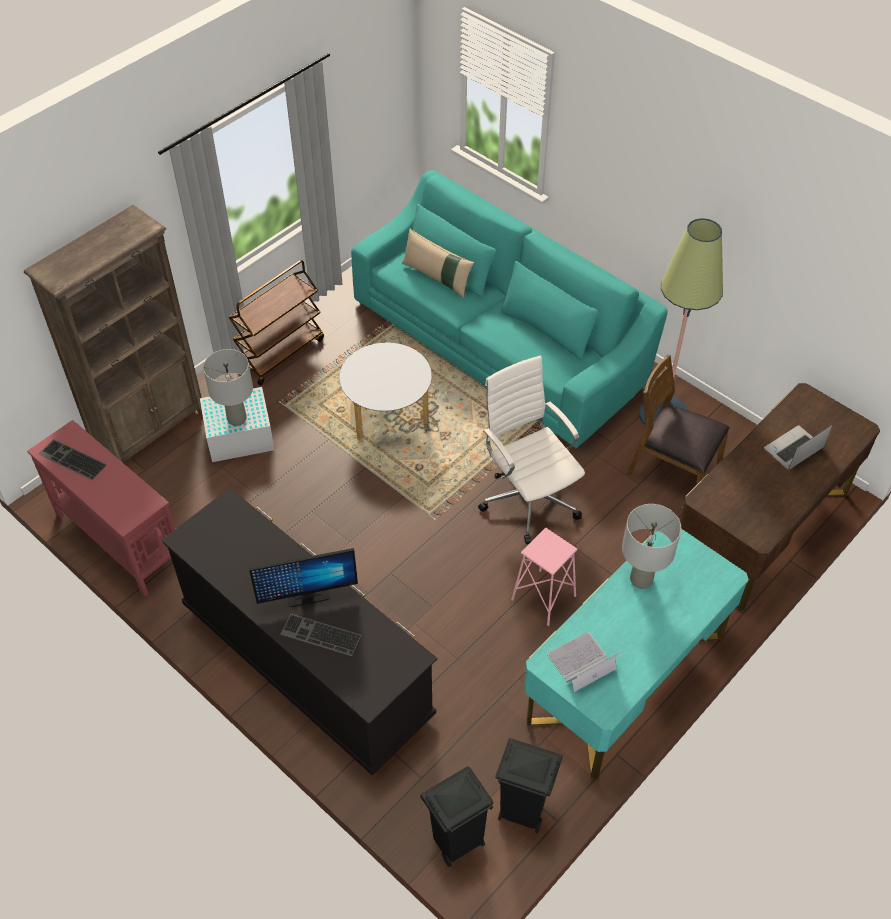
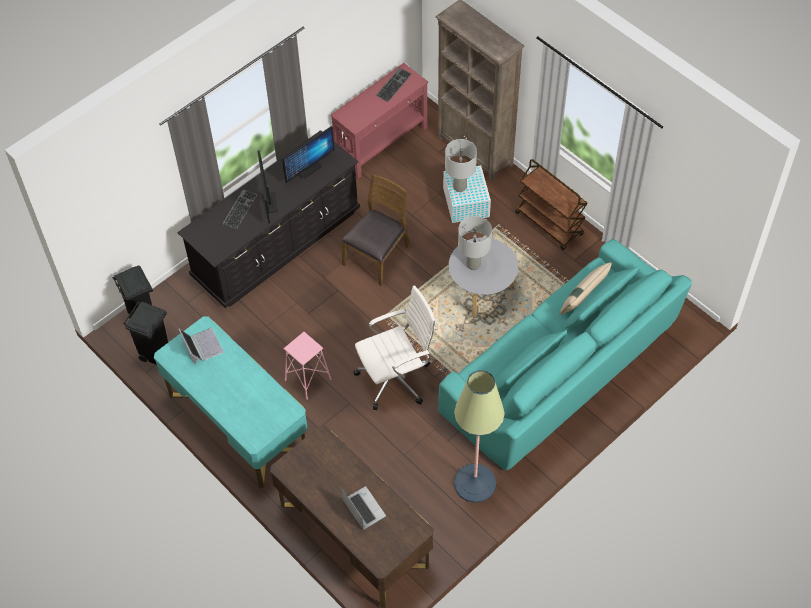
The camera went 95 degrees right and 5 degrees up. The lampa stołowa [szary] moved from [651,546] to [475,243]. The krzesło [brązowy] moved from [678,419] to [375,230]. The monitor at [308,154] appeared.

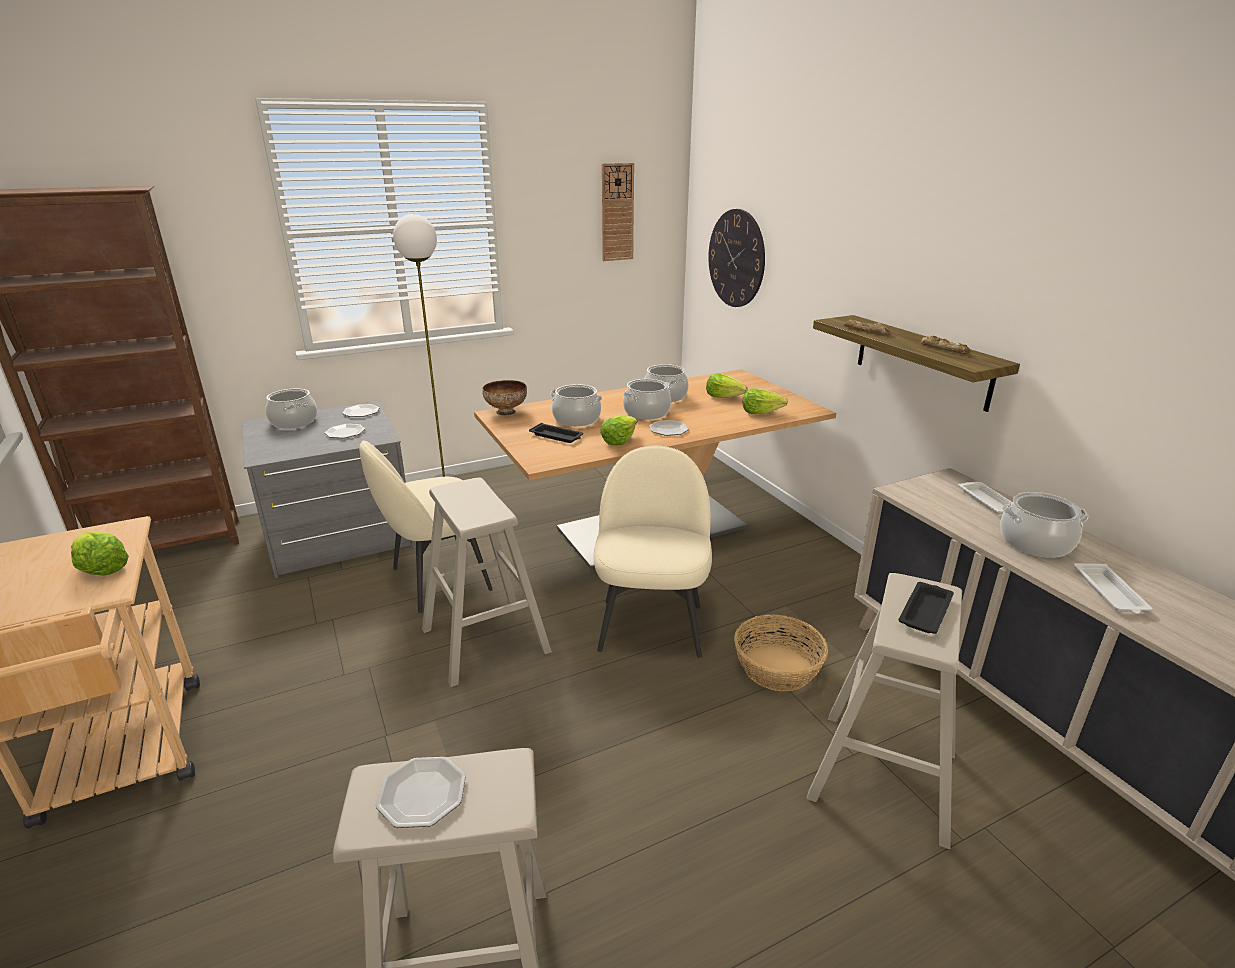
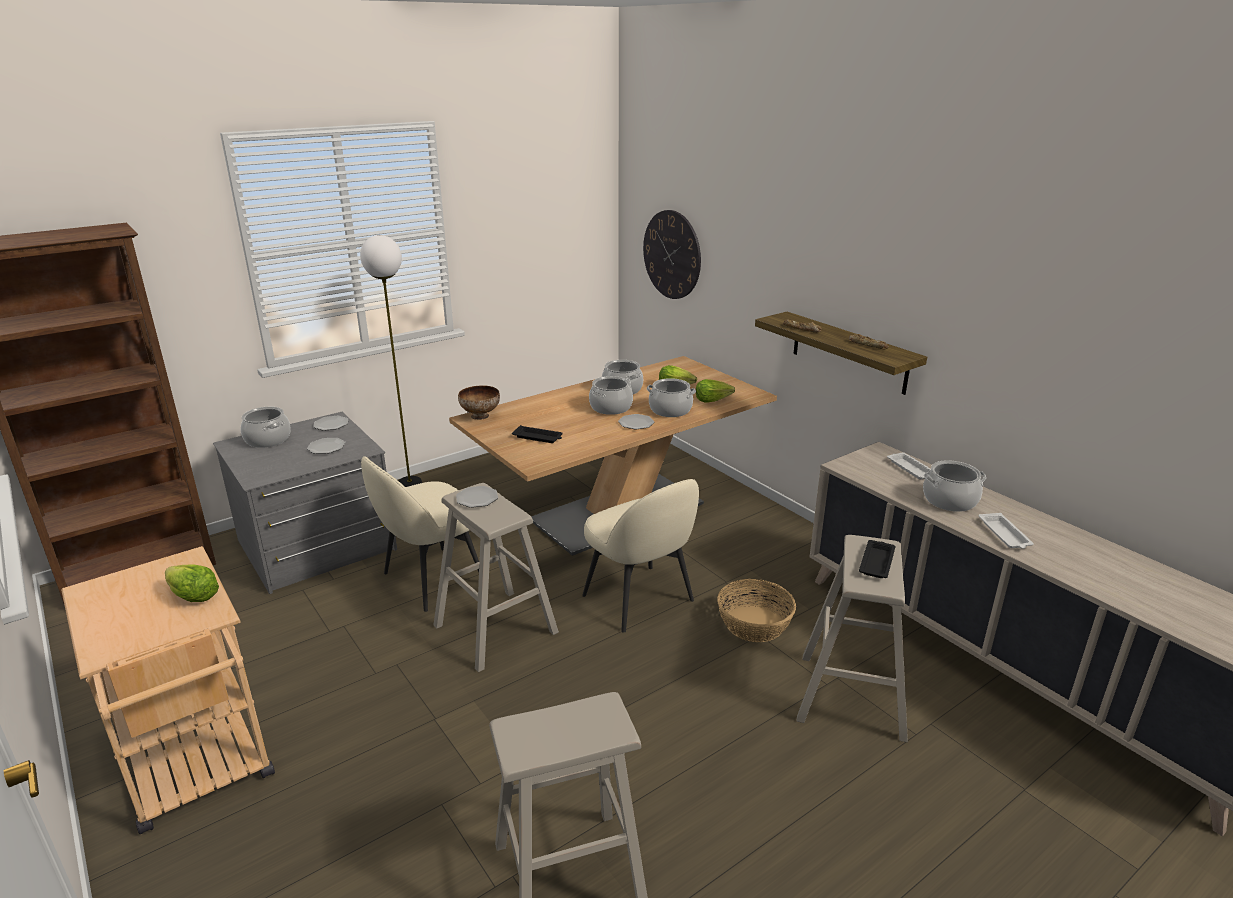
The camera went 10 degrees left and 0 degrees up. The talerz moved from [421,792] to [477,497]. The garnek moved from [576,405] to [671,397]. The krzesło [beżowy] at [652,552] turned 150 degrees clockwise. The sałata at [618,431] disappeared. The zegar ścienny at [618,212] disappeared.

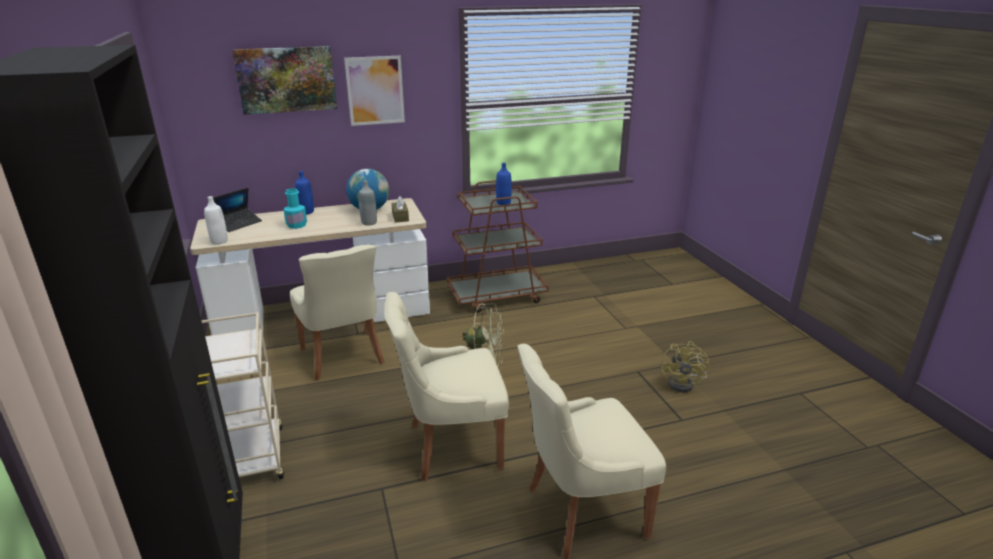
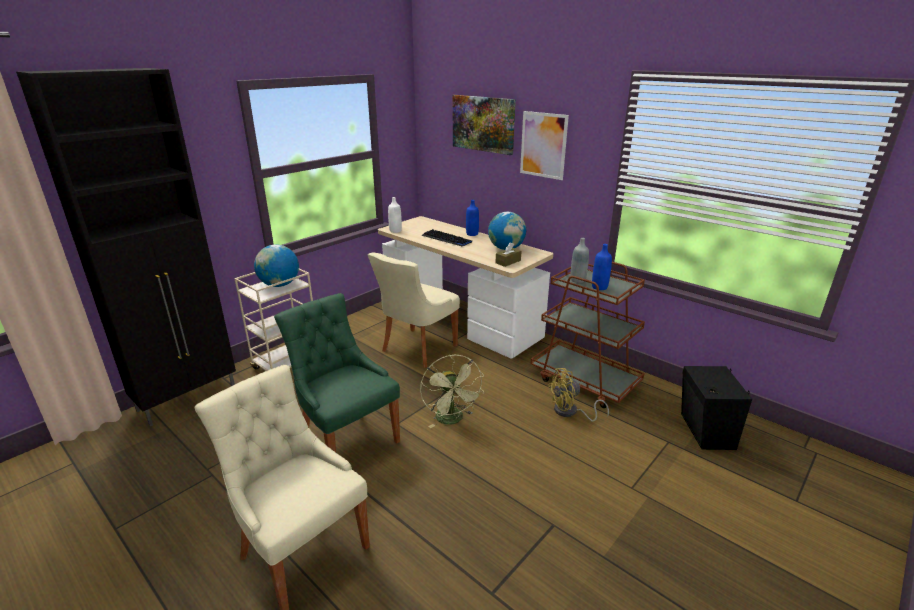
The camera went 60 degrees right and 0 degrees up. The laptop at [238,210] disappeared. The butelka [turkusowy] at [295,208] was replaced by the klawiatura at [446,237]. The butelka [szary] moved from [368,203] to [580,260]. The krzesło [beżowy] at [446,386] became the krzesło [zielony] at [337,372]. The wentylator [żółty] moved from [685,366] to [578,395]. The globus at [276,265] appeared. The głośnik [czarny] at [716,408] appeared.

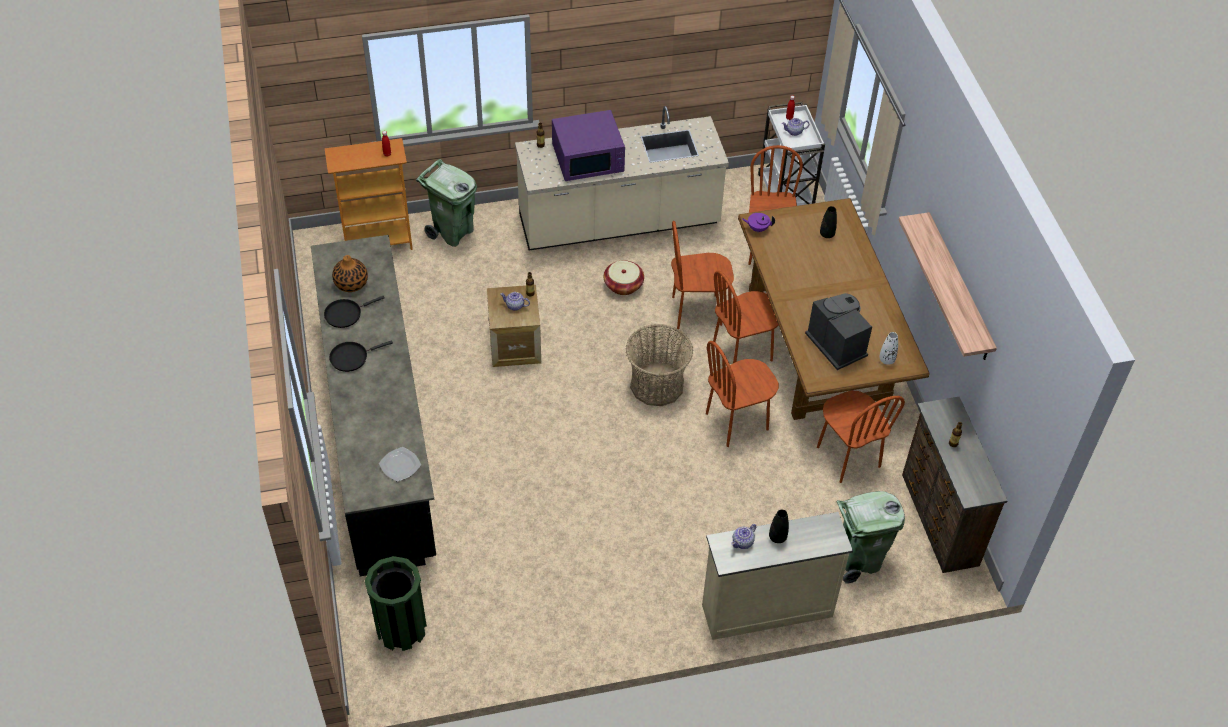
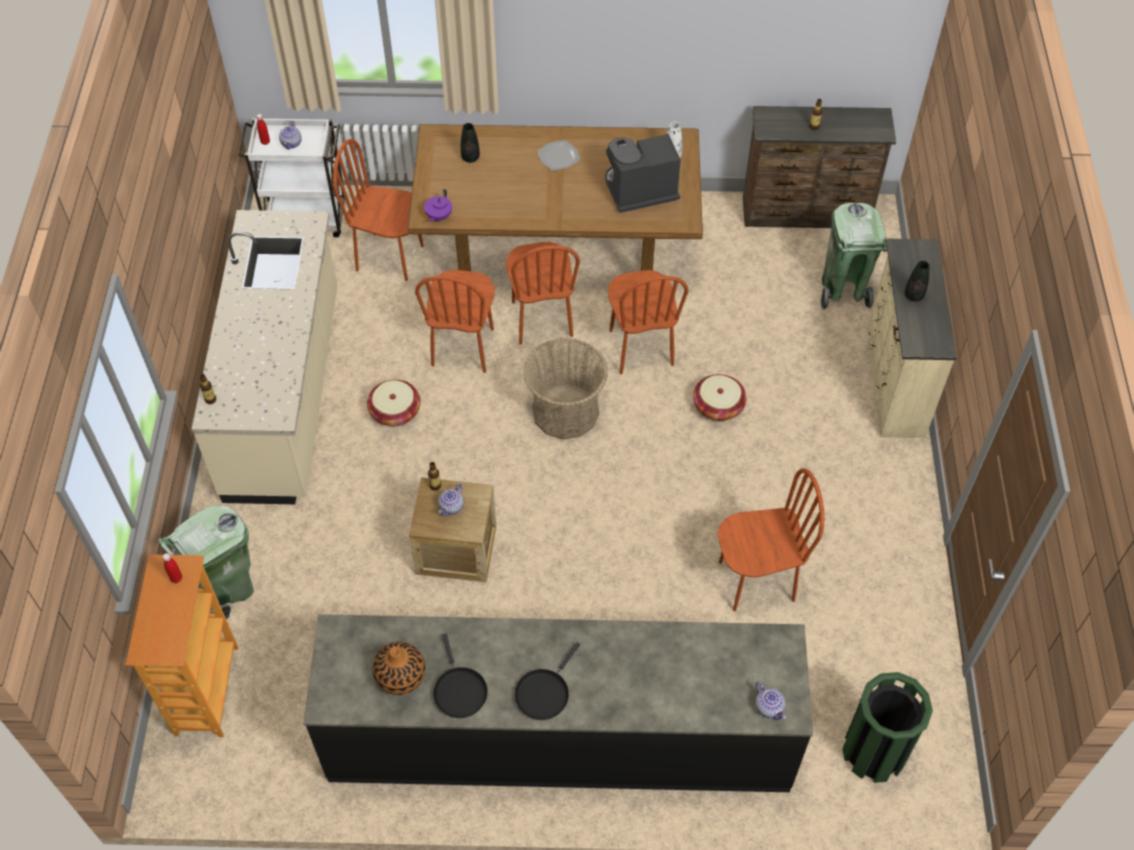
The camera went 75 degrees left and 5 degrees up. The patelnia [czarny] at [361,356] turned 45 degrees clockwise. The talerz moved from [400,464] to [559,155]. The mikrofalówka [fioletowy] at [588,145] disappeared. The imbryk moved from [744,536] to [771,701]. The krzesło [brązowy] moved from [861,436] to [771,539]. The półka at [948,286] disappeared. The koszyk at [720,397] appeared.

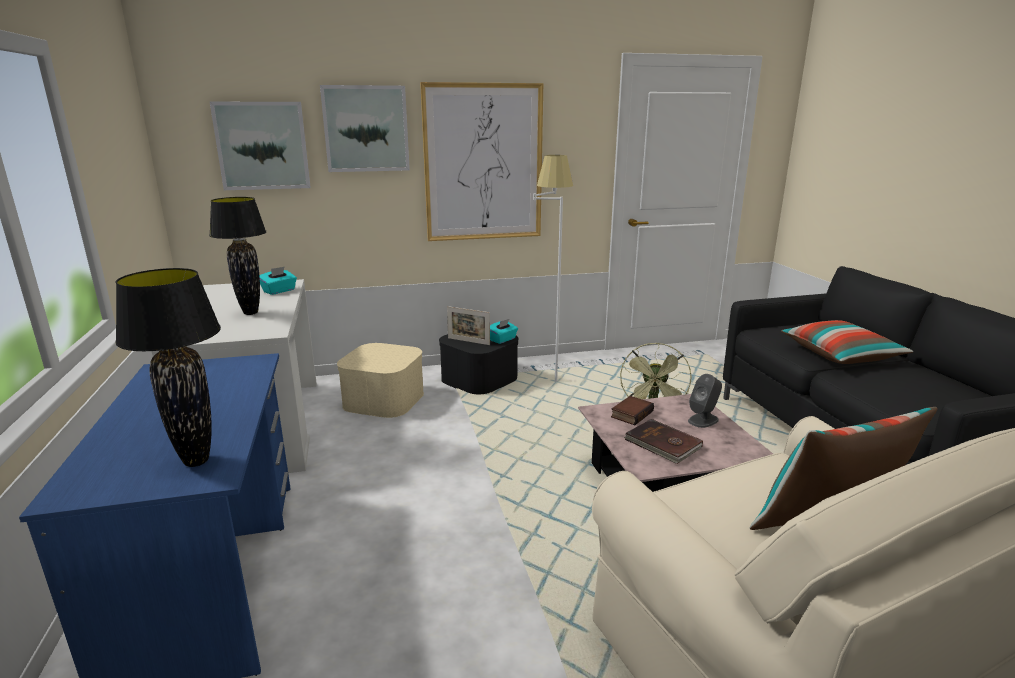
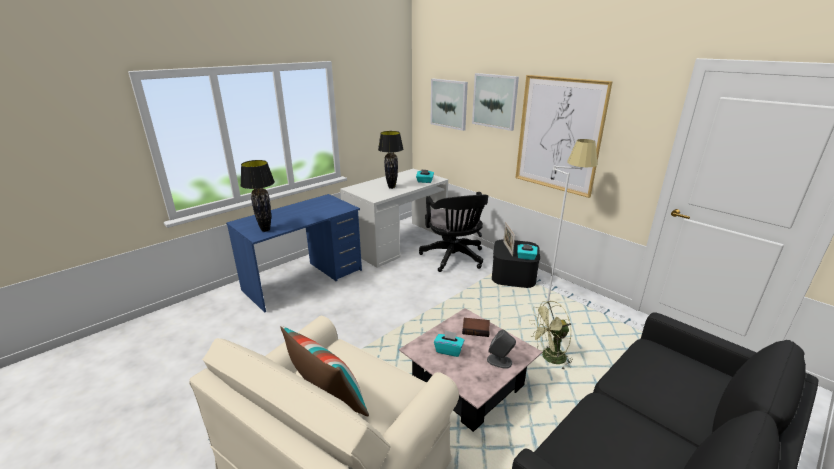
The camera went 60 degrees right and 5 degrees up. The pojemnik do przechowywania [beżowy] at [380,380] was replaced by the krzesło biurowe [czarny] at [453,232]. The książka [brązowy] at [663,441] was replaced by the pudełko chusteczek [turkusowy] at [449,343]. The poduszka at [847,342] disappeared.

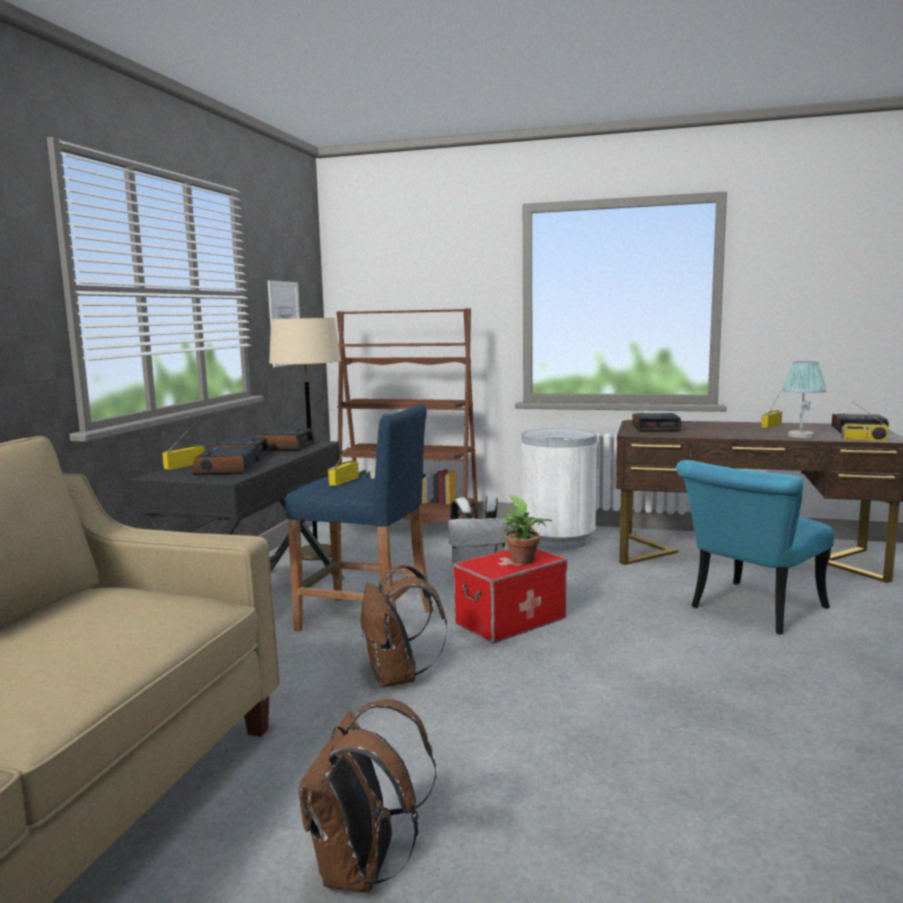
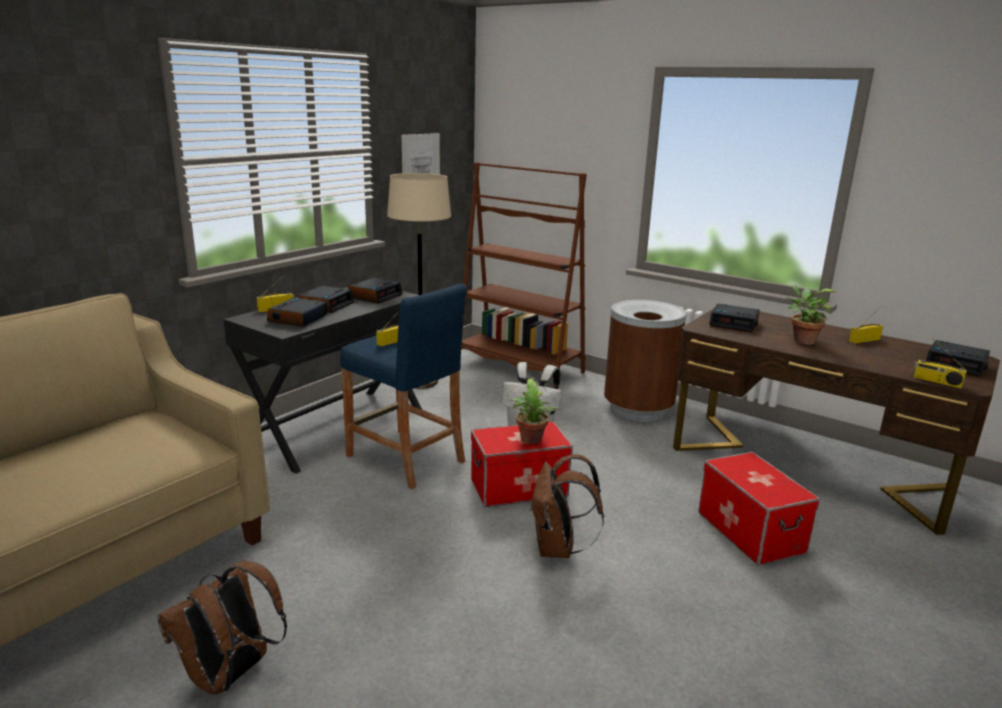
The camera went 20 degrees right and 10 degrees up. The plecak [brązowy] moved from [404,626] to [567,506]. The kosz na śmieci [biały] at [559,489] became the kosz na śmieci [brązowy] at [645,361]. The krzesło [turkusowy] at [755,547] was replaced by the pojemnik do przechowywania at [759,508]. The lampa stołowa at [804,399] disappeared. The roślina doniczkowa at [811,315] appeared.

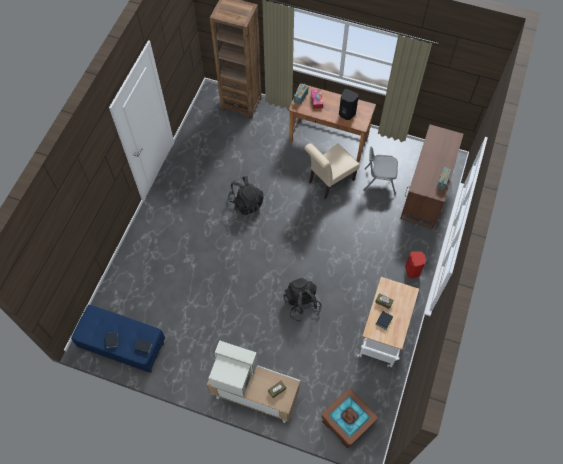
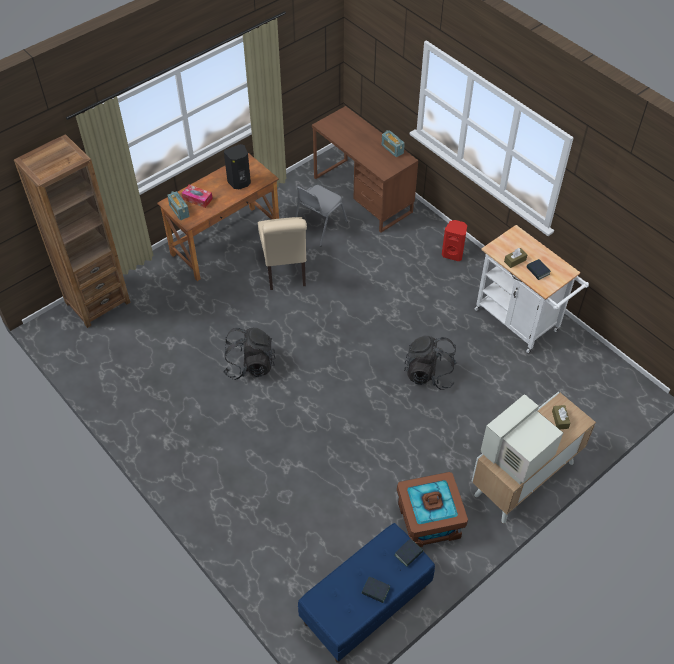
The camera went 60 degrees left and 10 degrees down. The pojemnik do przechowywania [brązowy] moved from [350,418] to [432,509].

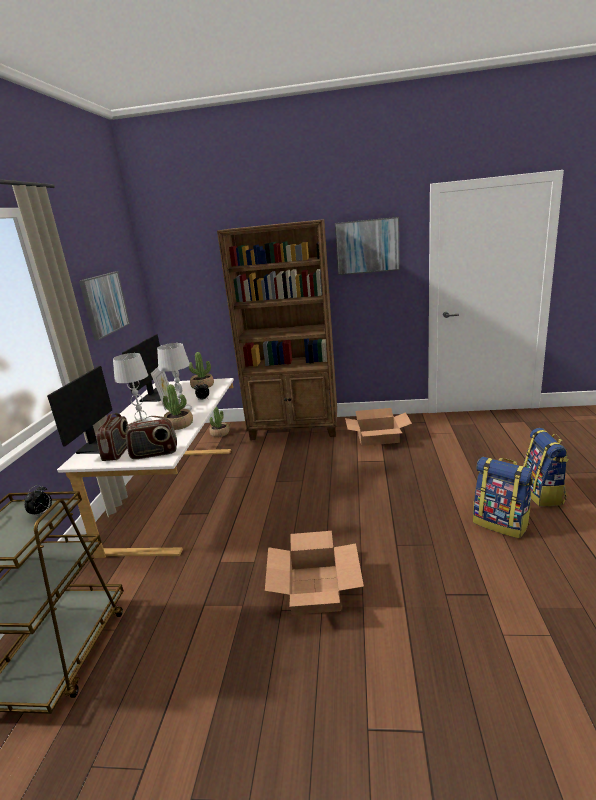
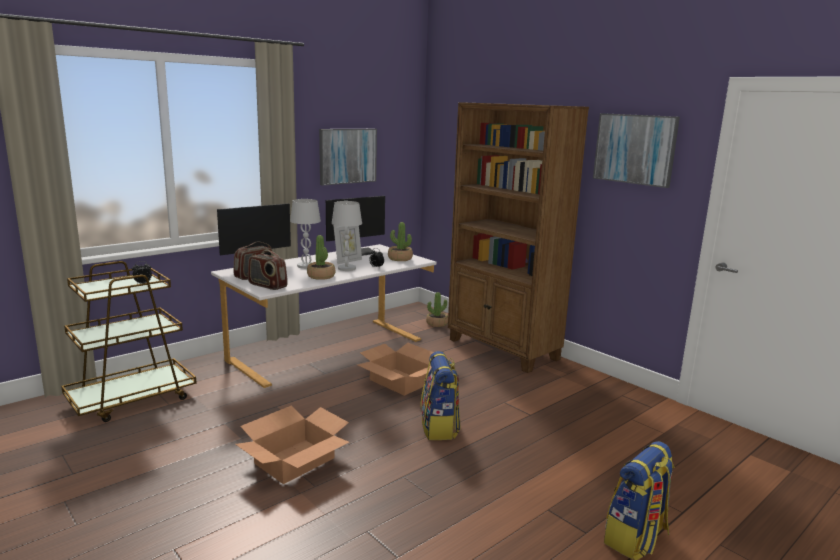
The camera went 40 degrees right and 5 degrees down. The karton moved from [378,427] to [396,369]. The plecak moved from [503,497] to [440,395].

